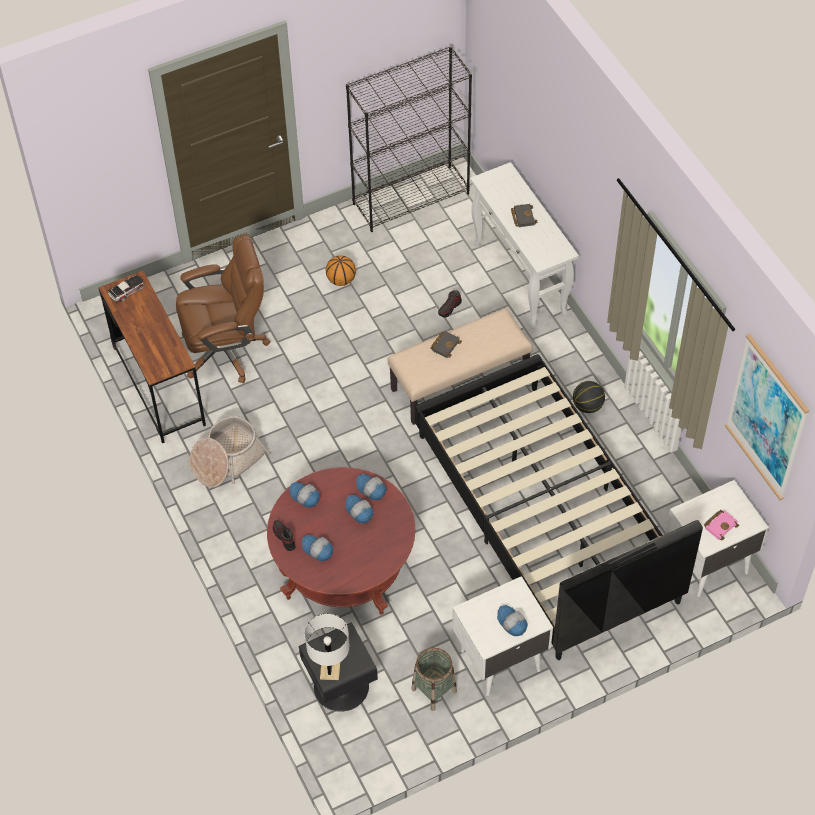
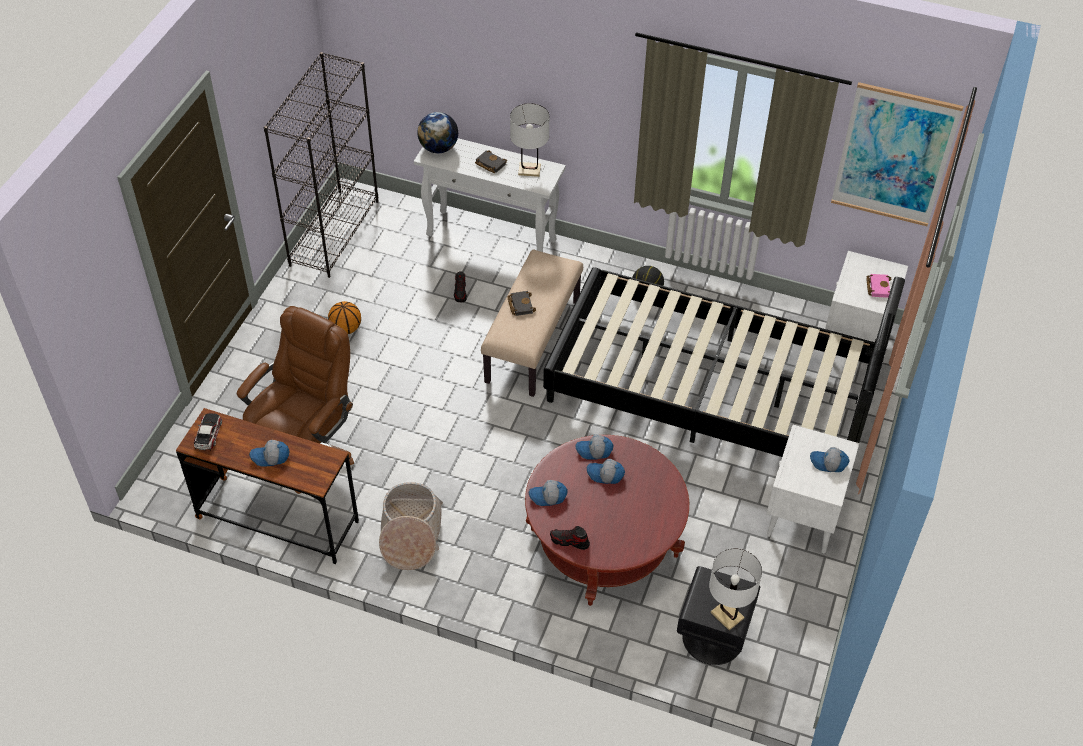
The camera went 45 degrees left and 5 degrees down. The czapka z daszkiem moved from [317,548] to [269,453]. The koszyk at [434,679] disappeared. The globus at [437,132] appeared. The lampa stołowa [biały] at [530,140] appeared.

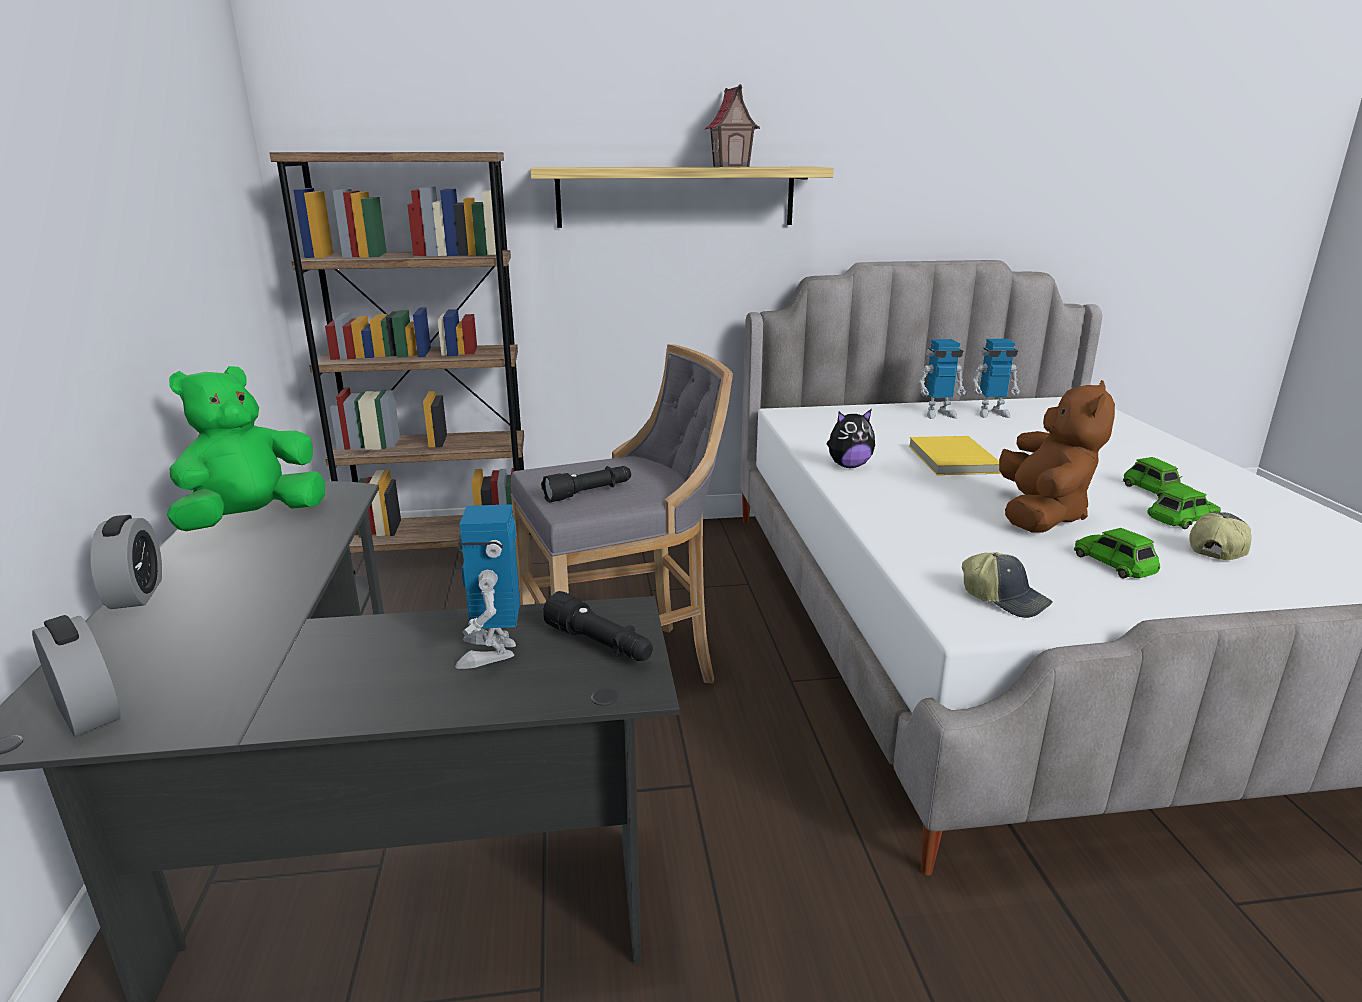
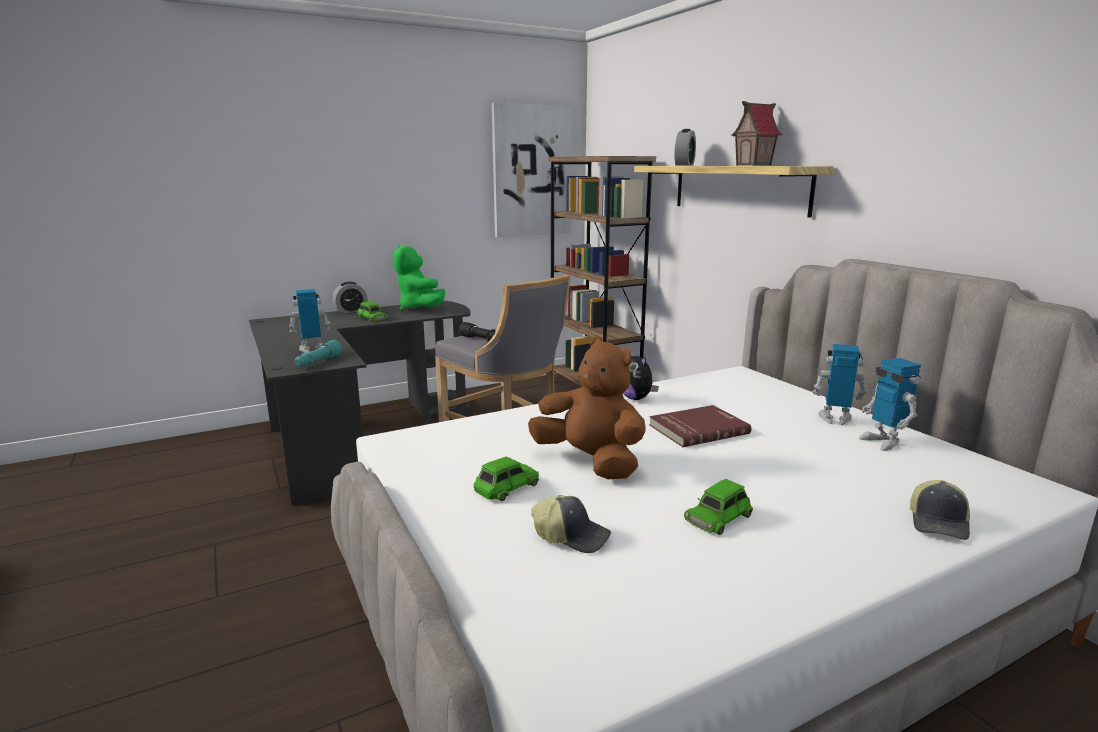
The camera went 70 degrees right and 5 degrees down. The budzik moved from [76,675] to [685,147]. The pluszak [zielony] at [246,448] turned 135 degrees counterclockwise. The latarka [czarny] at [598,626] became the latarka [turkusowy] at [318,353]. The książka [żółty] at [955,455] became the książka [czerwony] at [700,426]. The robot zabawkowy at [942,379] turned 135 degrees clockwise. The czapka z daszkiem moved from [1007,585] to [940,510]. The pluszak [brązowy] at [1057,456] turned 135 degrees counterclockwise. The samochodzik [zielony] moved from [1184,508] to [372,311]. The obraz at [532,170] appeared.

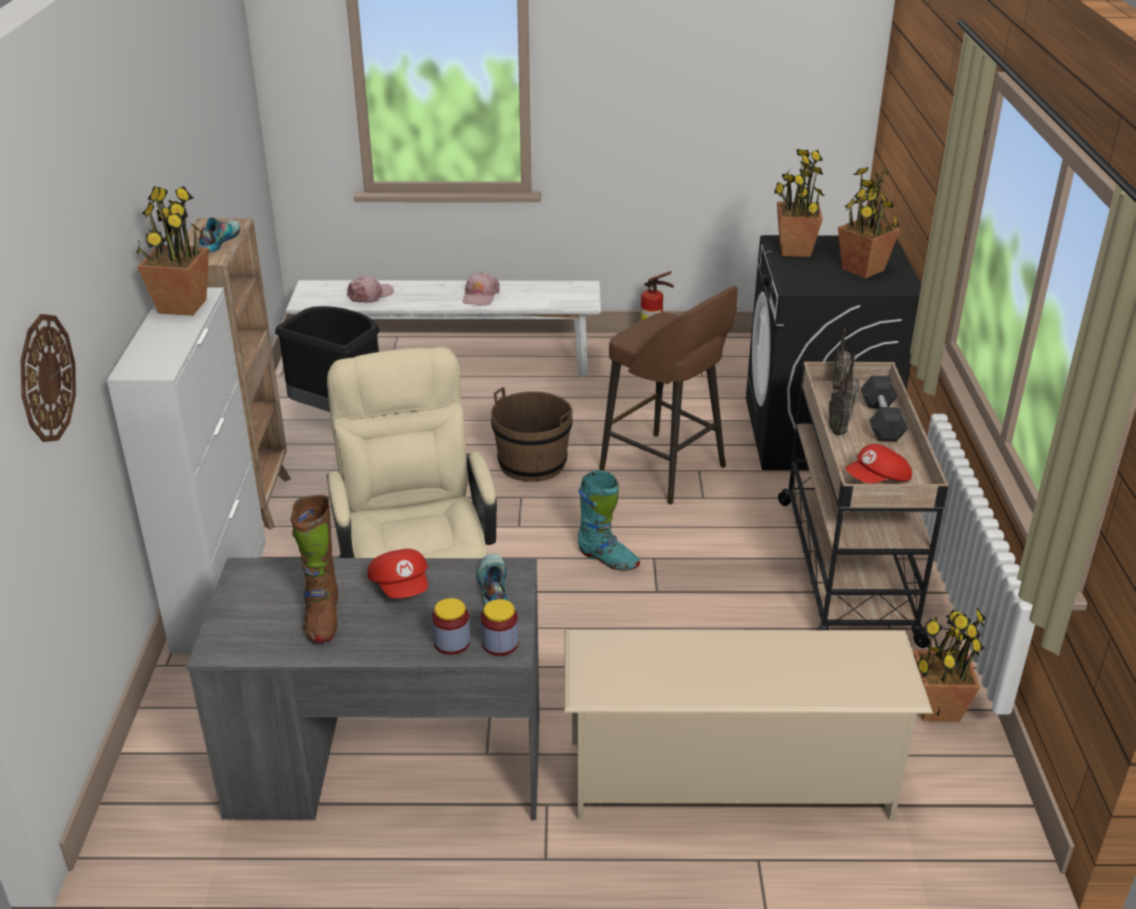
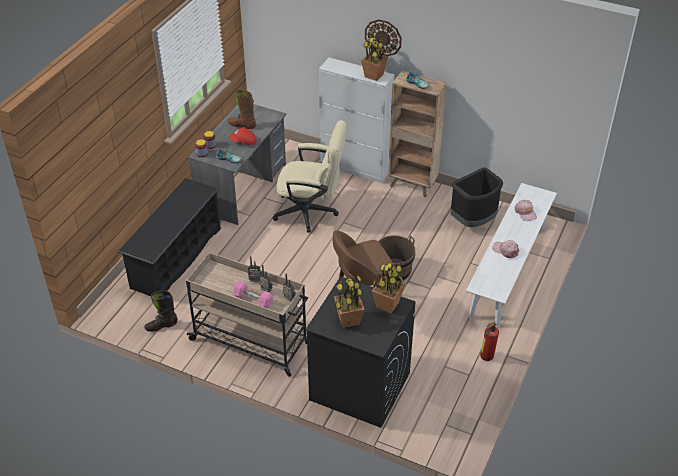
The camera went 115 degrees right and 10 degrees up. The zegar ścienny moved from [48,378] to [383,37]. The regał na buty [beżowy] at [748,725] became the regał na buty [czarny] at [169,237]. The but z cholewką [turkusowy] at [609,520] disappeared. The czapka z daszkiem [czerwony] at [878,463] disappeared. The hantel [czarny] at [884,409] became the hantel [różowy] at [253,294]. The roślina doniczkowa at [950,664] was replaced by the but z cholewką [czarny] at [161,311].

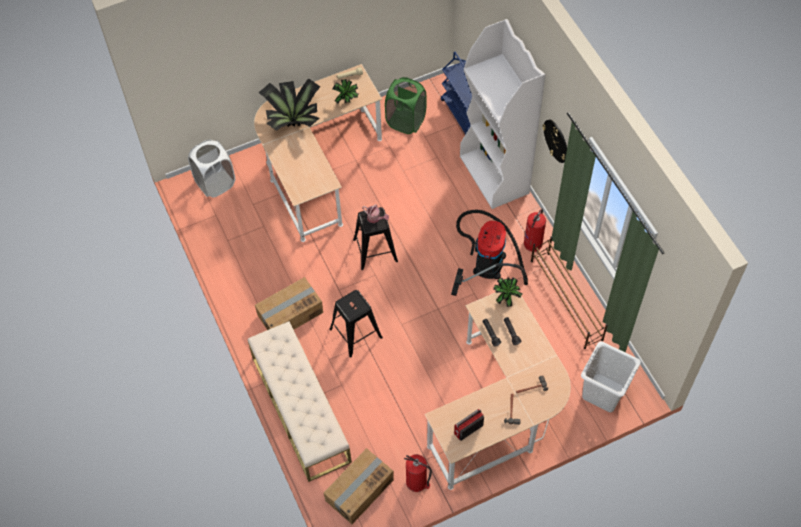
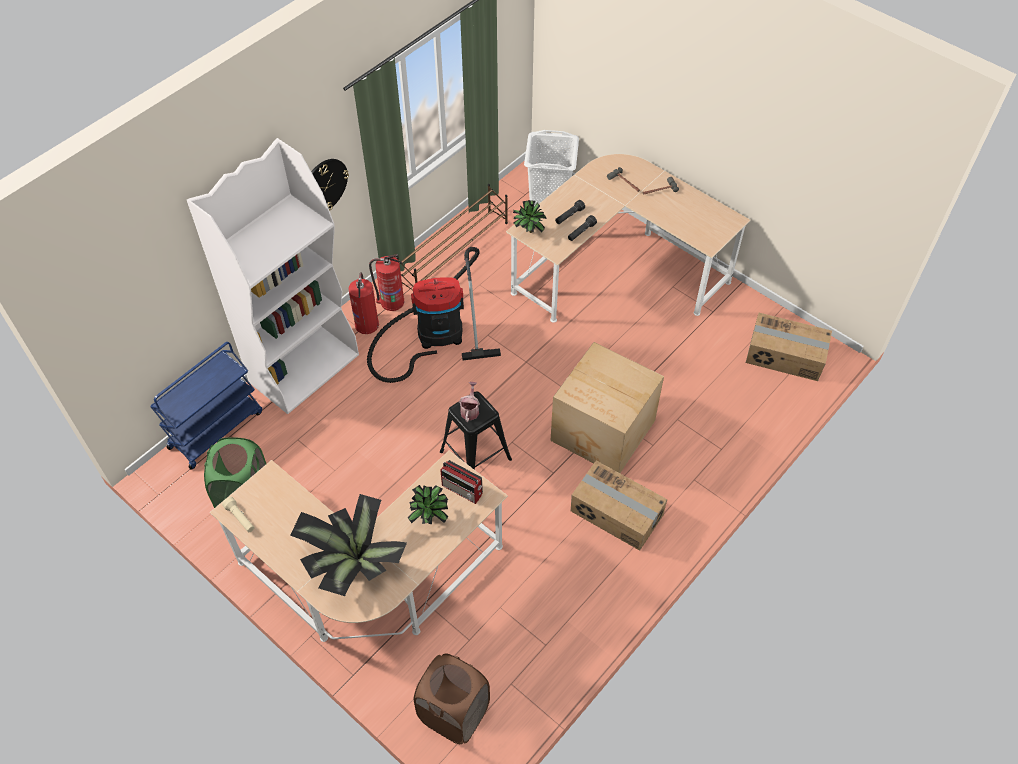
The camera went 115 degrees left and 5 degrees down. The kosz na pranie [biały] at [211,169] became the kosz na pranie [brązowy] at [452,699]. The ławka [beżowy] at [300,401] disappeared. The stołek [czarny] at [356,324] was replaced by the karton at [607,407]. The roślina doniczkowa moved from [346,91] to [428,505]. The gaśnica moved from [418,473] to [363,303]. The radio moved from [469,425] to [461,482].

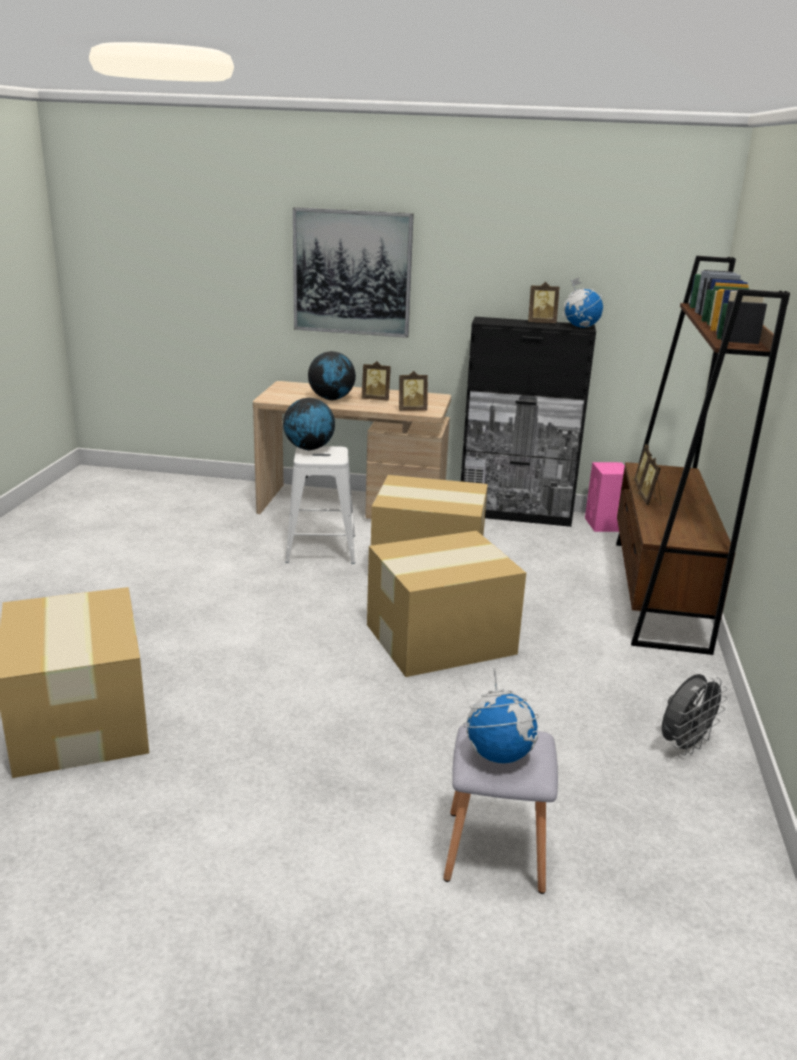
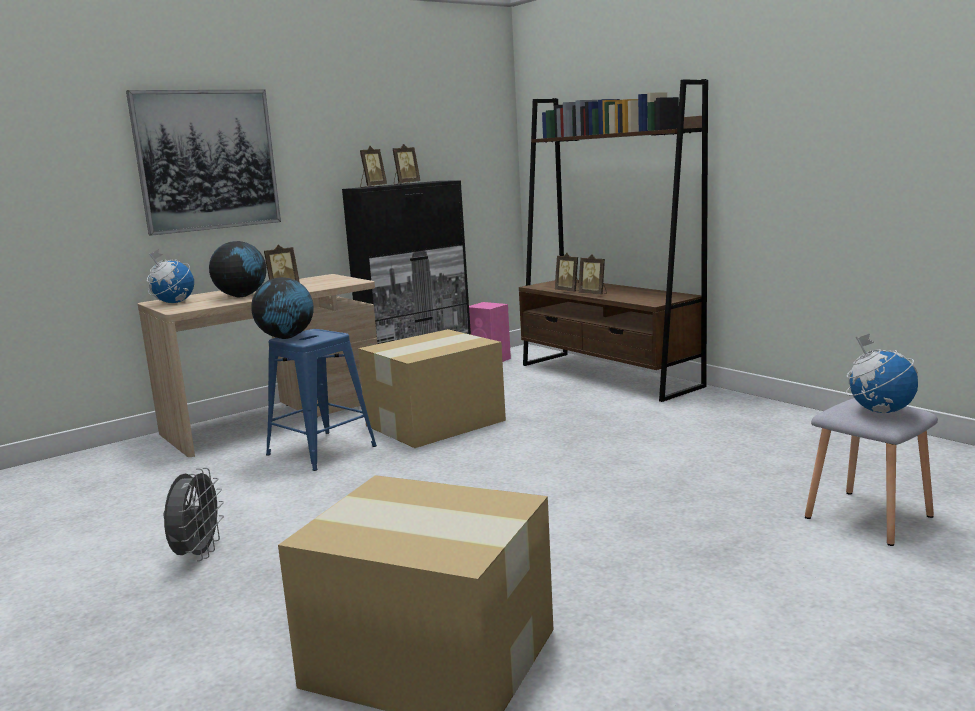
The camera went 45 degrees left and 10 degrees down. The stołek [biały] at [320,505] became the stołek [niebieski] at [321,400]. The karton at [446,604] disappeared. The ramka na zdjęcie moved from [413,391] to [373,166]. The globus moved from [582,302] to [170,276]. The wentylator [szary] moved from [695,714] to [194,514].

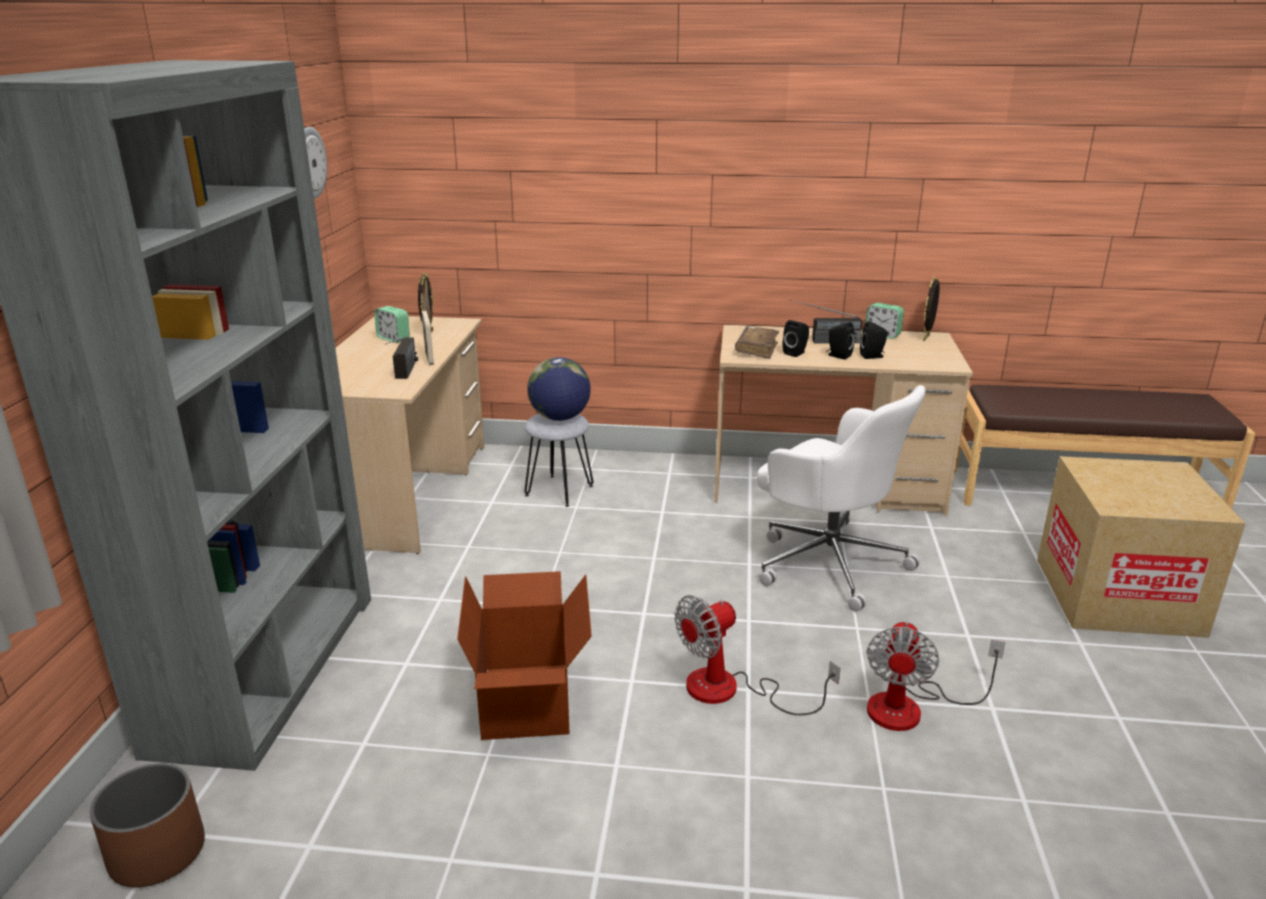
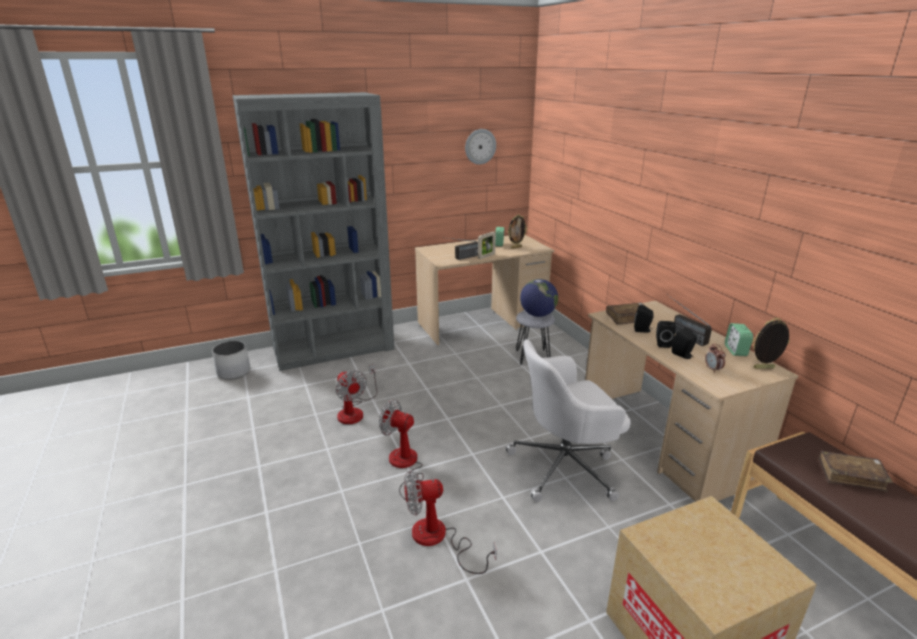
The camera went 60 degrees right and 0 degrees up. The donica [brązowy] at [147,825] became the donica [biały] at [231,360]. The karton at [524,655] was replaced by the wentylator at [356,394]. The krzesło biurowe [biały] at [841,498] turned 60 degrees clockwise. The budzik at [715,358] appeared. The książka [brązowy] at [855,471] appeared.

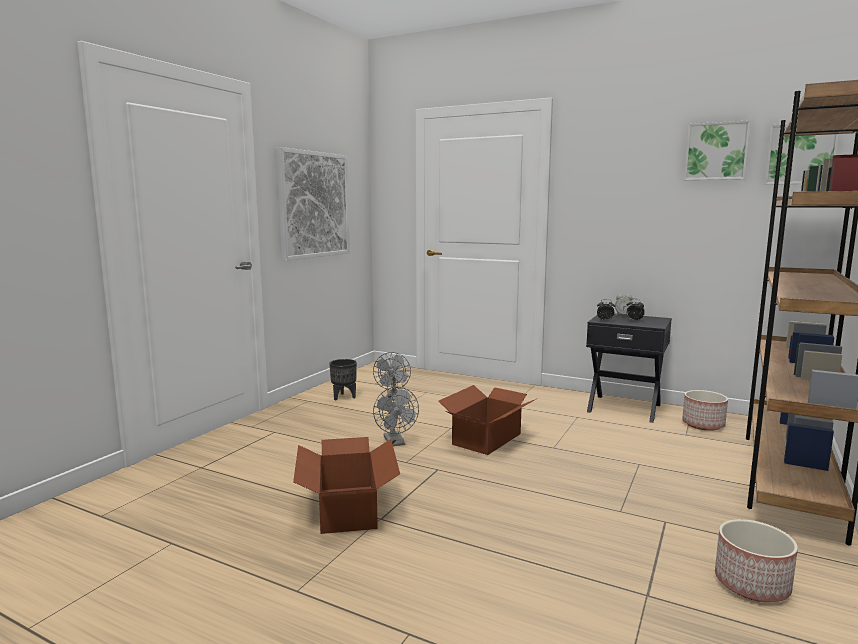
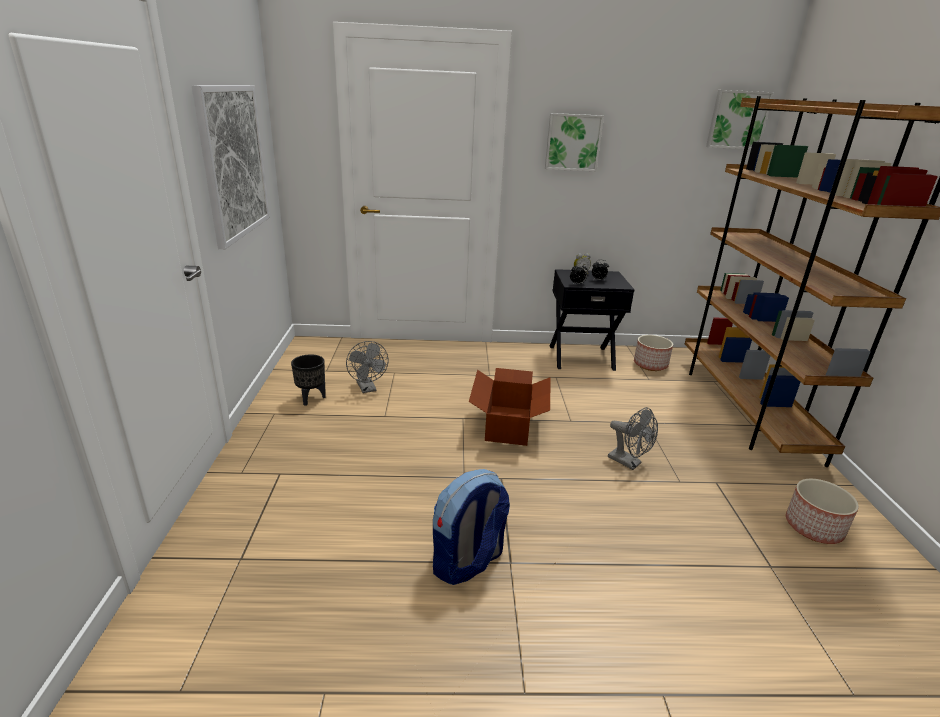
The camera went 30 degrees left and 15 degrees up. The karton at [346,485] was replaced by the plecak at [471,527]. The wentylator [szary] moved from [396,416] to [633,438]. The obraz moved from [717,150] to [574,142].

